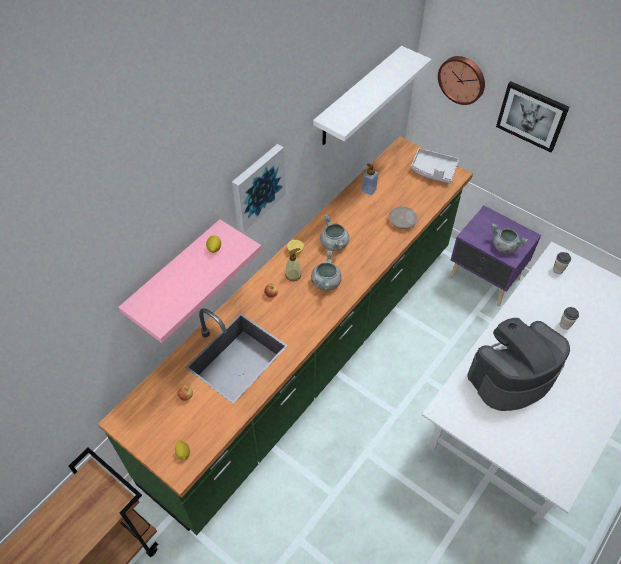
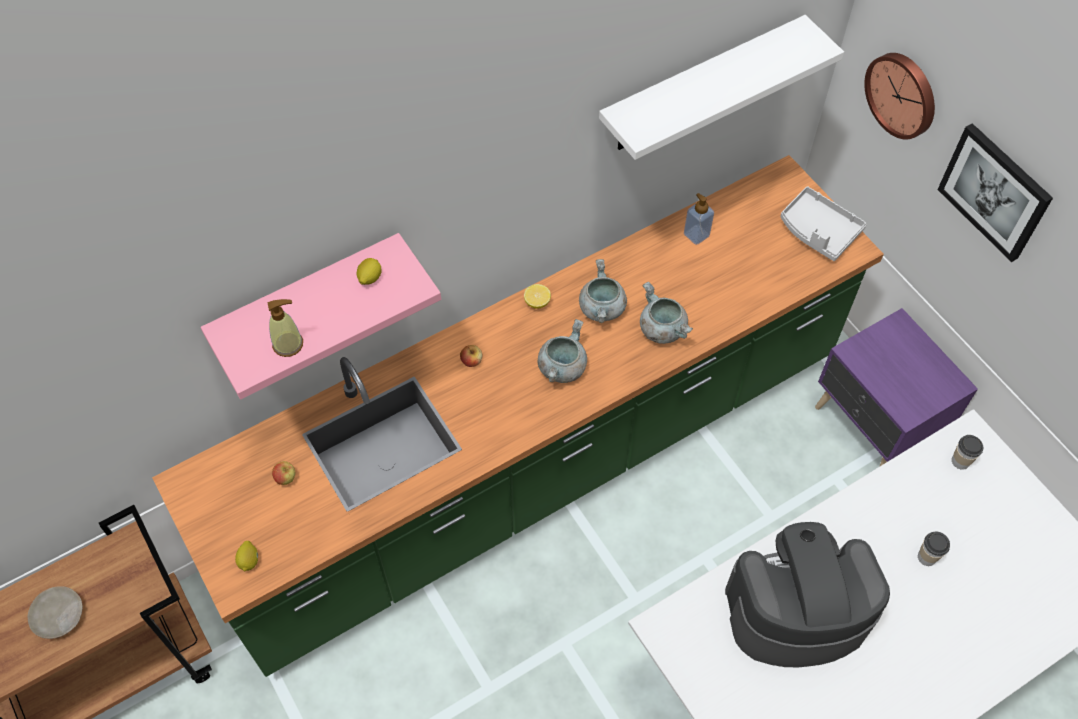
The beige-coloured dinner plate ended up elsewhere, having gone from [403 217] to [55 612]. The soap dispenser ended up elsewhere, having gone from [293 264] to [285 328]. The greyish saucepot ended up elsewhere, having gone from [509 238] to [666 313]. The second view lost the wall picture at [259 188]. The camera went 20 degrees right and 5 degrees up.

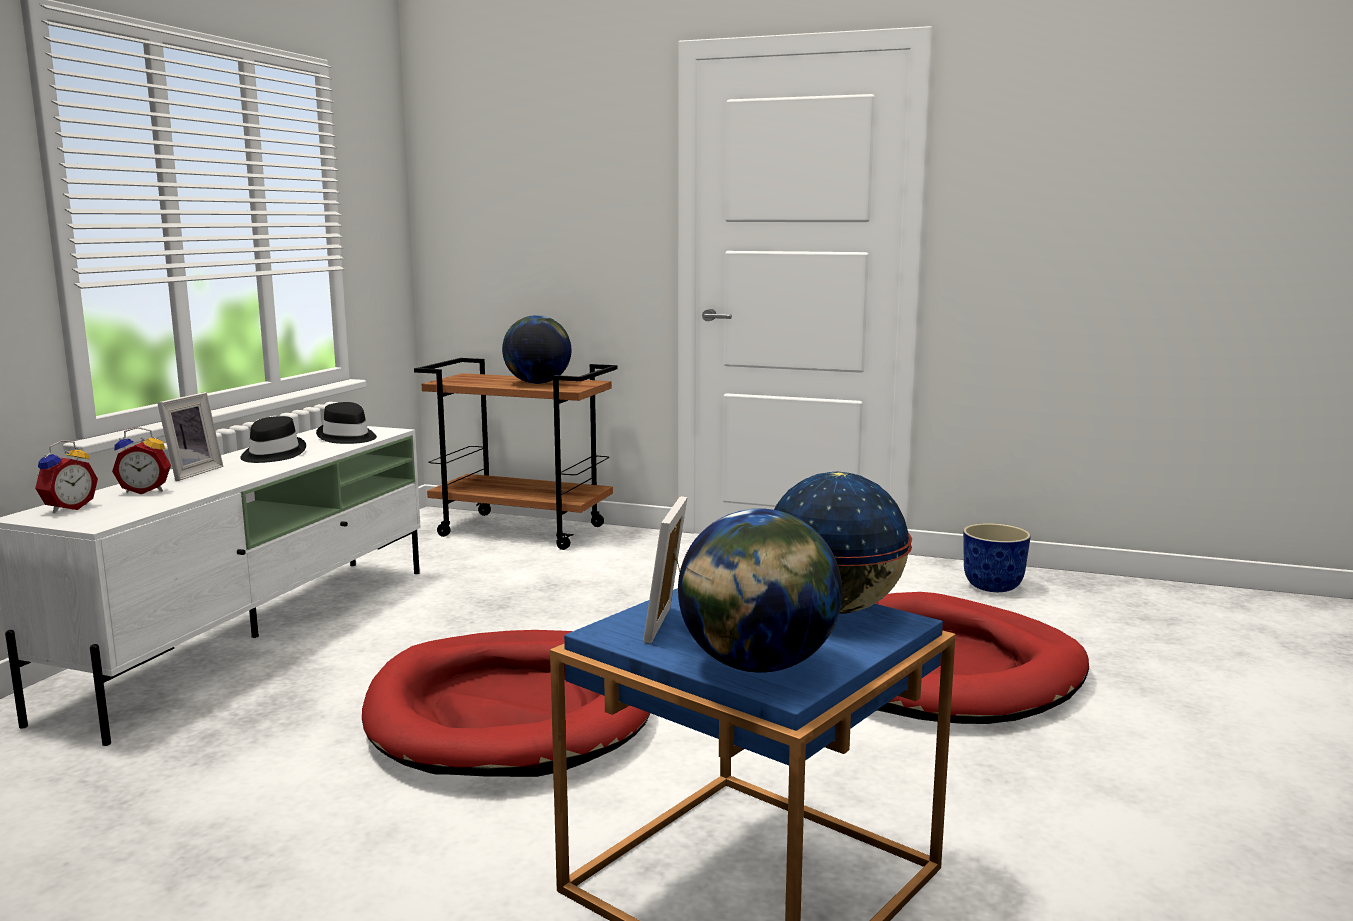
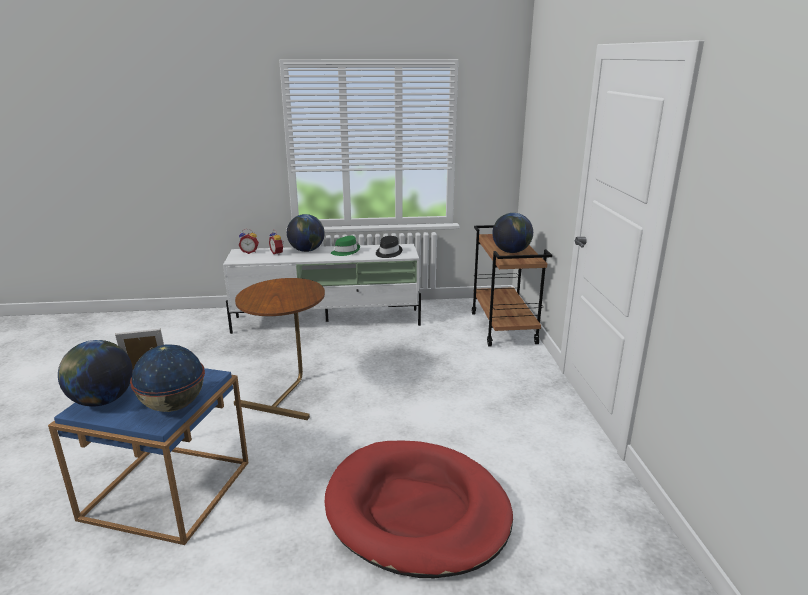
Where the reddish dog cushion stood at [506 703], the brownish side table came to stand at [279 349]. Where the picture frame stood at [190 436], the desk globe came to stand at [306 233]. What was the black wearable hat at [273 439] turned into the greenish wearable hat at [345 246]. The second view lost the plant pot at [997 557]. The camera went 65 degrees right and 10 degrees up.

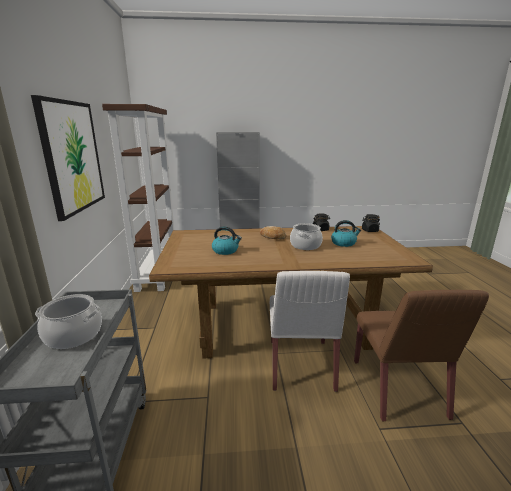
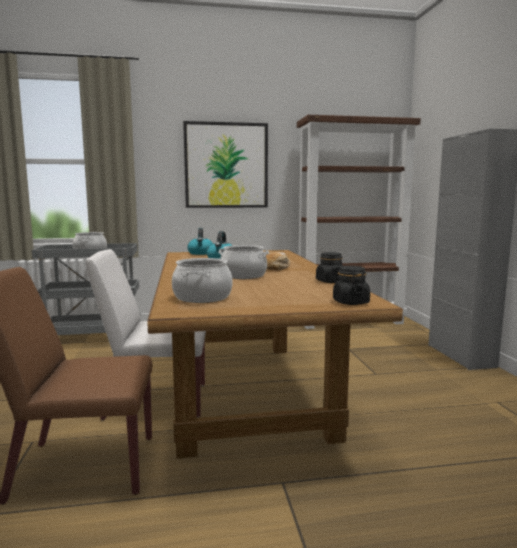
The second view gained the saucepot at [202 280]. The tea kettle ended up elsewhere, having gone from [346 233] to [200 241]. The camera went 85 degrees right and 10 degrees down.

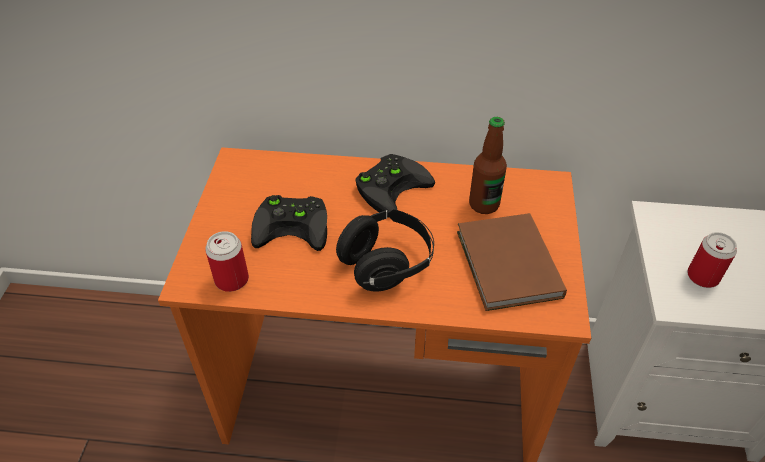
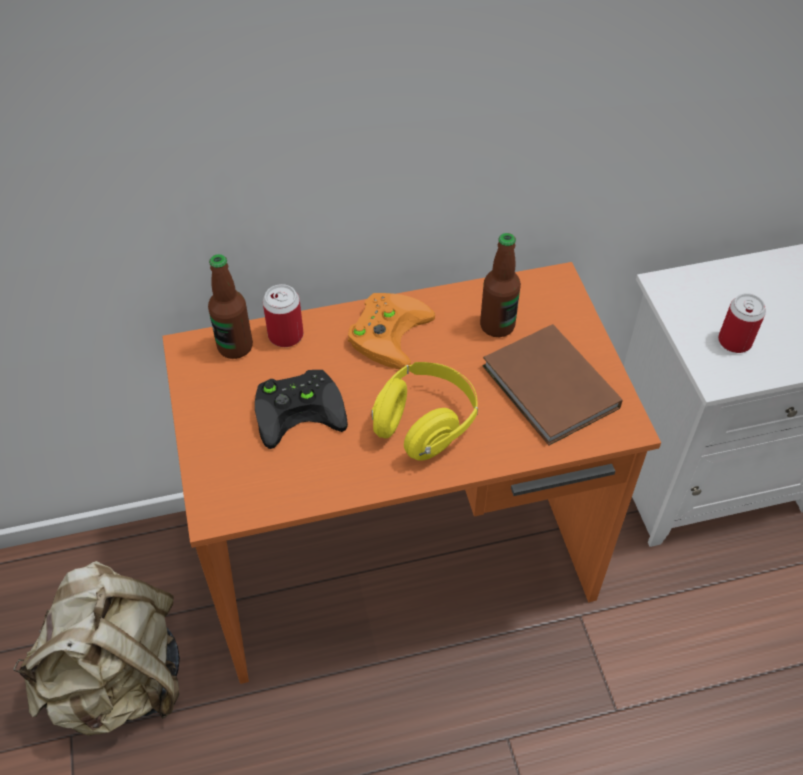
The second view gained the beige-coloured rucksack at [96 648]. The second view gained the drink bottle at [230 306]. The can ended up elsewhere, having gone from [227 261] to [283 315]. What was the black gamepad at [395 183] turned into the orangey gamepad at [391 331]. What was the black pair of headphones at [385 250] turned into the yellow-coloured pair of headphones at [424 411]. The camera went 20 degrees left and 5 degrees up.

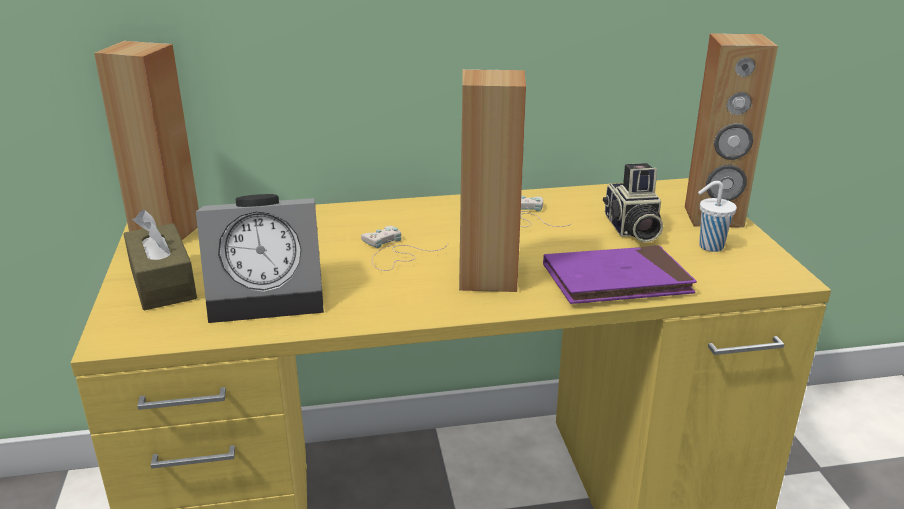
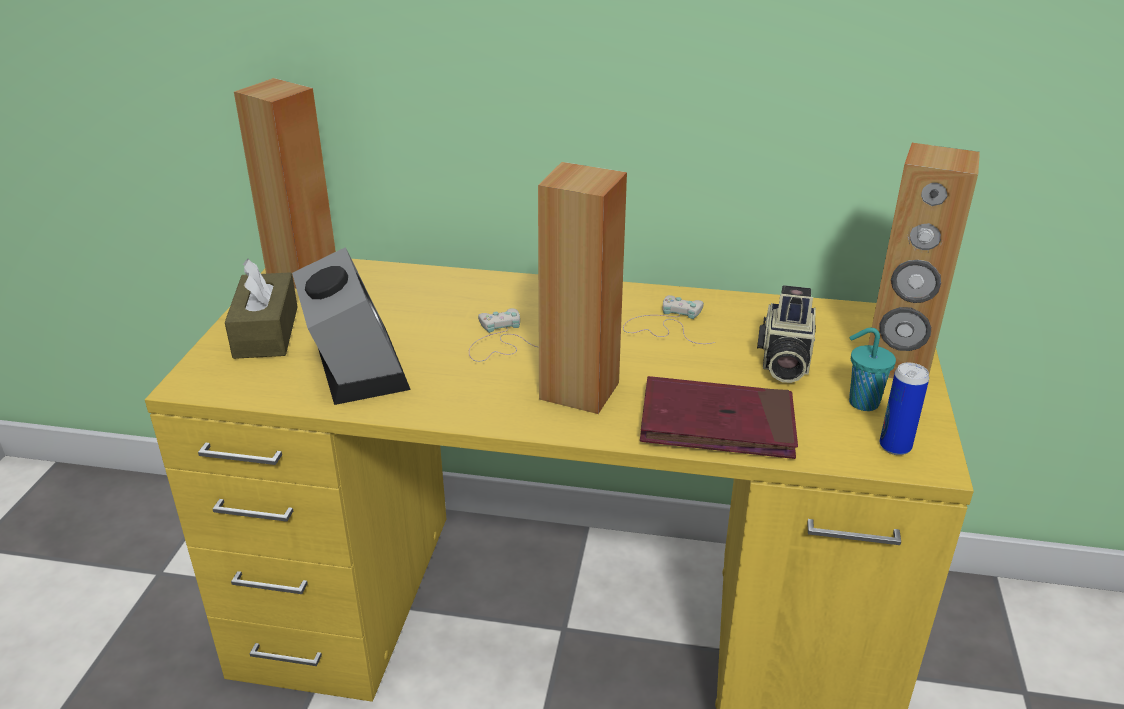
The table clock at [260 258] ended up facing another way, 120 degrees counterclockwise from before. What was the purplish volume at [620 274] turned into the reddish volume at [719 417]. What was the white drinking cup at [717 216] turned into the turquoise drinking cup at [872 369]. The second view gained the can at [904 408]. The camera went 20 degrees right and 5 degrees up.

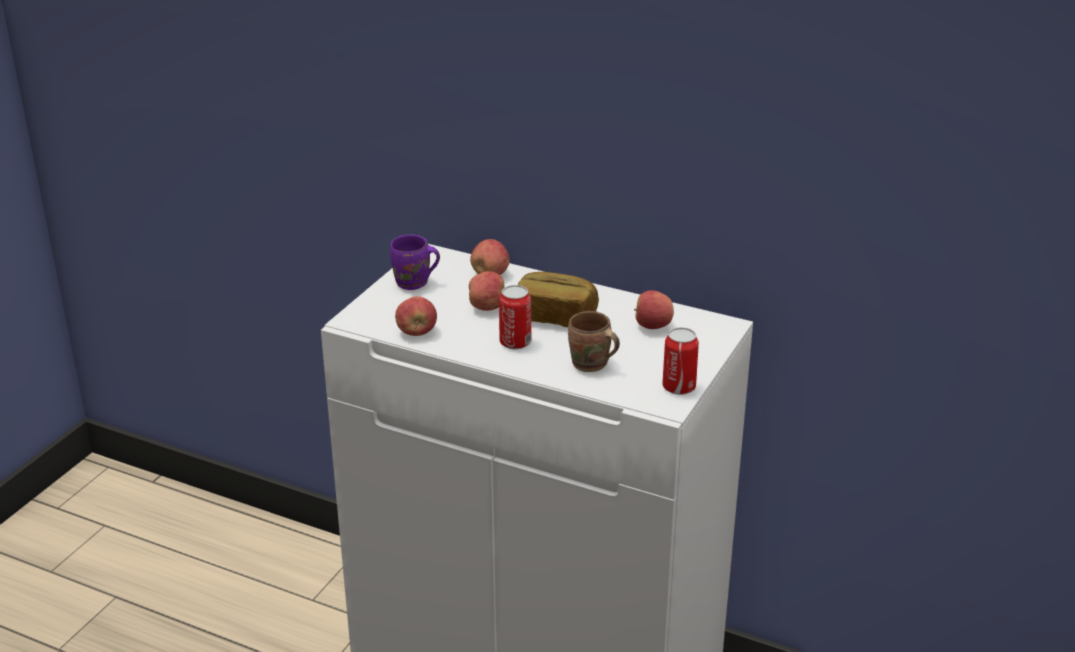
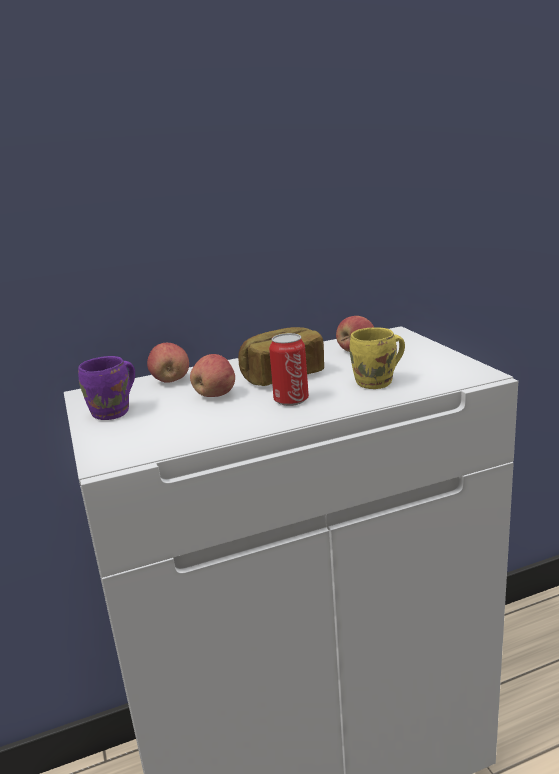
What was the brownish tea mug at [594 341] turned into the yellow-coloured tea mug at [377 358]. The second view lost the apple fruit at [416 316]. The second view lost the can at [680 361]. The camera went 45 degrees left and 10 degrees down.

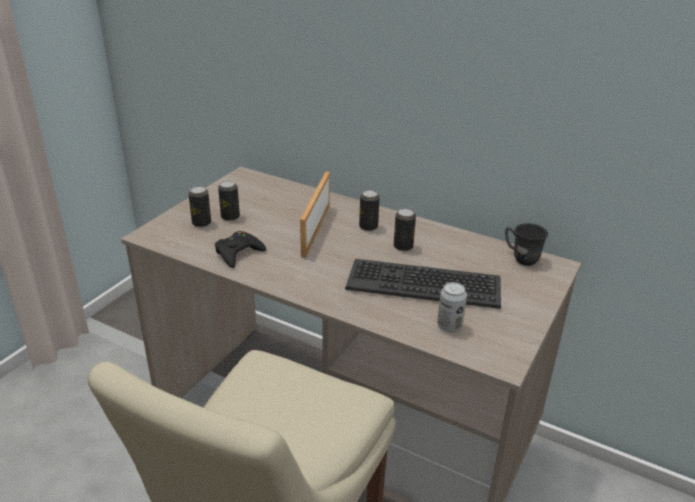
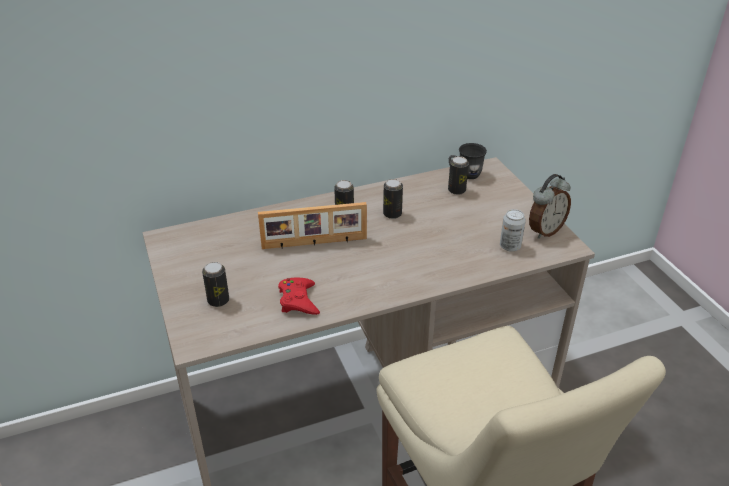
The picture frame at [315 214] ended up facing another way, 60 degrees counterclockwise from before. What was the black gamepad at [240 249] turned into the reddish gamepad at [299 296]. The can ended up elsewhere, having gone from [229 201] to [458 175]. The second view gained the table clock at [550 206]. The second view lost the PC keyboard at [423 284]. The camera went 50 degrees left and 5 degrees up.

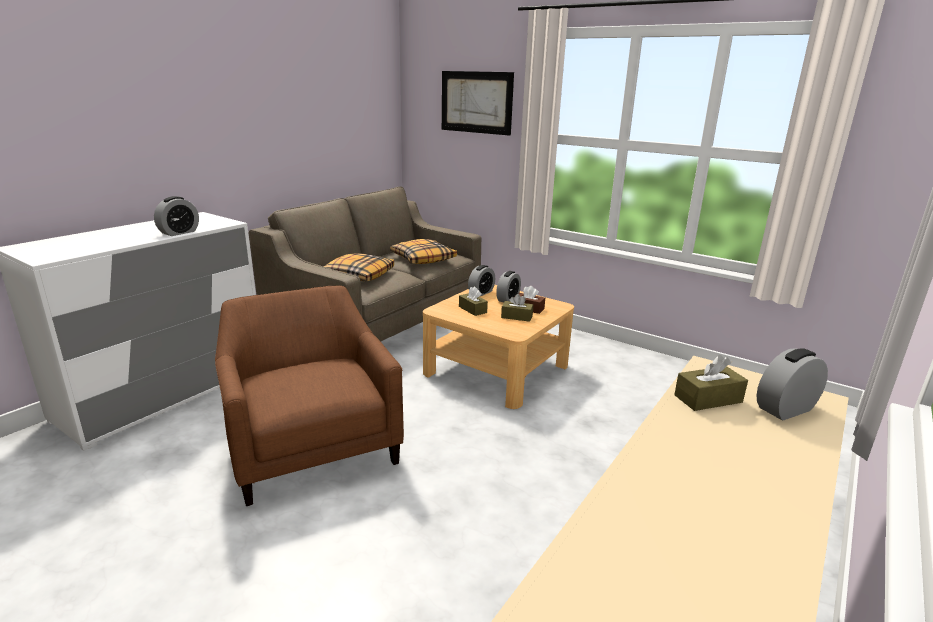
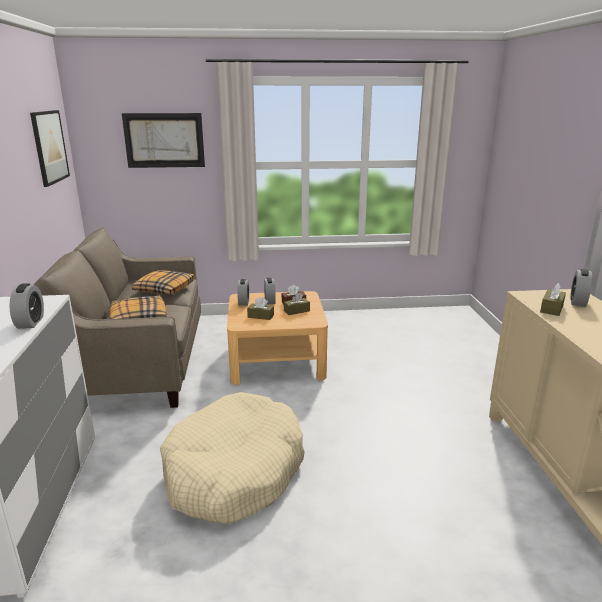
The second view gained the wall picture at [50 148]. Where the brownish armchair stood at [309 396], the beige-coloured dog cushion came to stand at [232 457]. The camera went 40 degrees left and 0 degrees up.

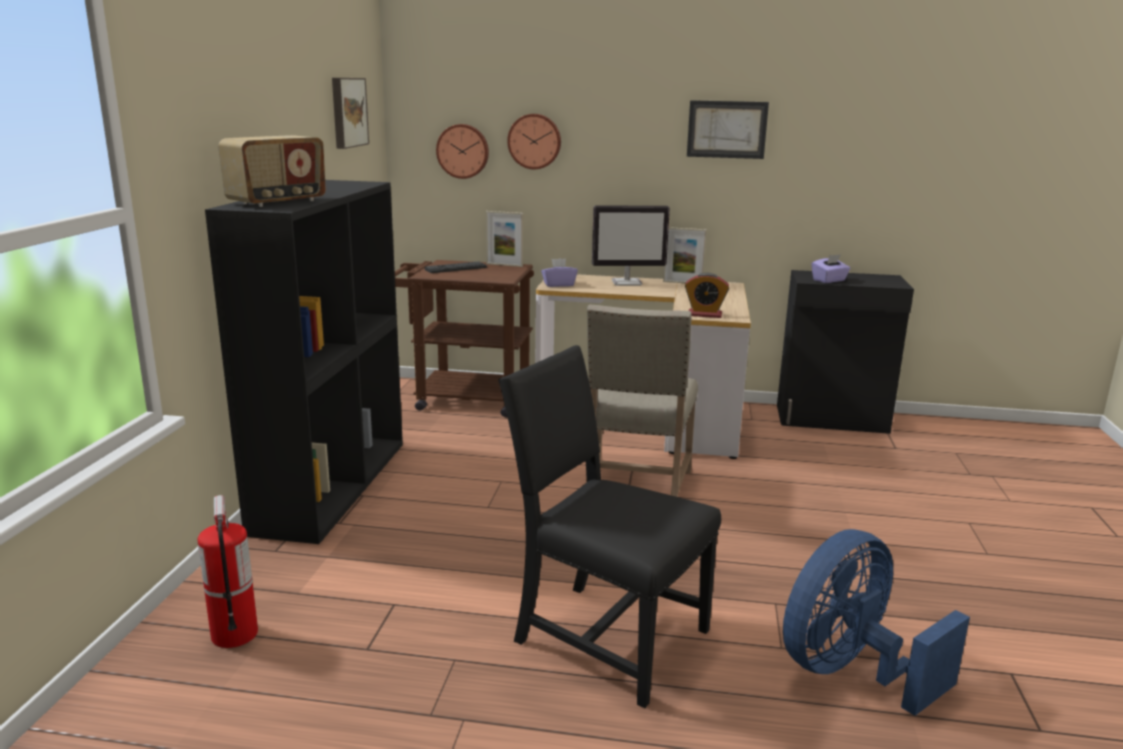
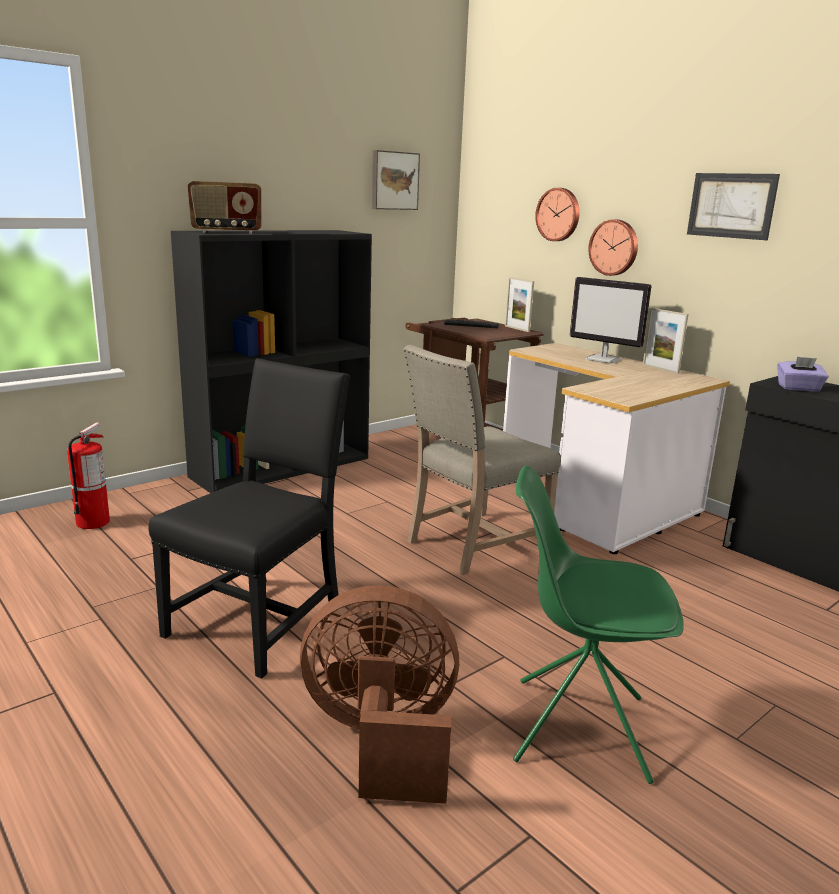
The black plain chair at [609 526] ended up facing another way, 45 degrees clockwise from before. What was the bluish fan at [876 622] turned into the brownish fan at [379 694]. The second view gained the greenish plain chair at [598 624]. The clock on the wall ended up elsewhere, having gone from [462 151] to [613 247]. The second view lost the purplish box of tissues at [559 272]. The second view lost the table clock at [707 295]. The camera went 40 degrees right and 0 degrees up.

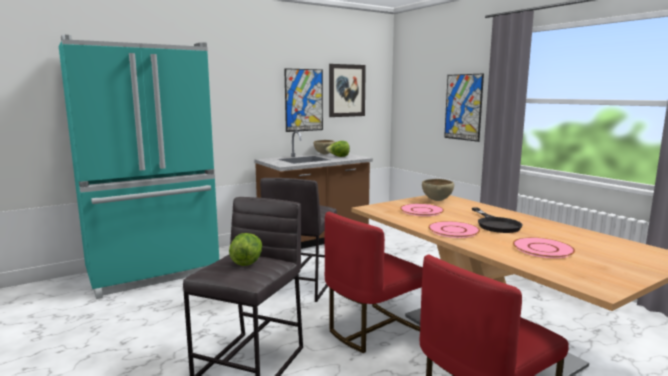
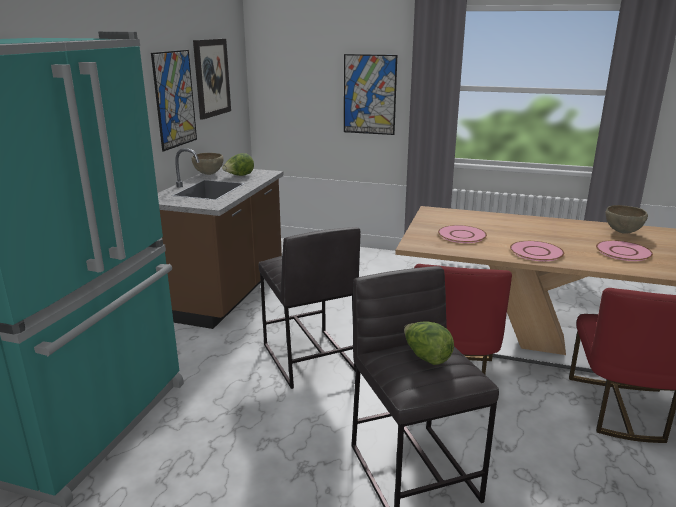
The brownish deep dish ended up elsewhere, having gone from [438 190] to [627 219]. The second view lost the black pan at [497 220]. The camera went 40 degrees left and 10 degrees up.

